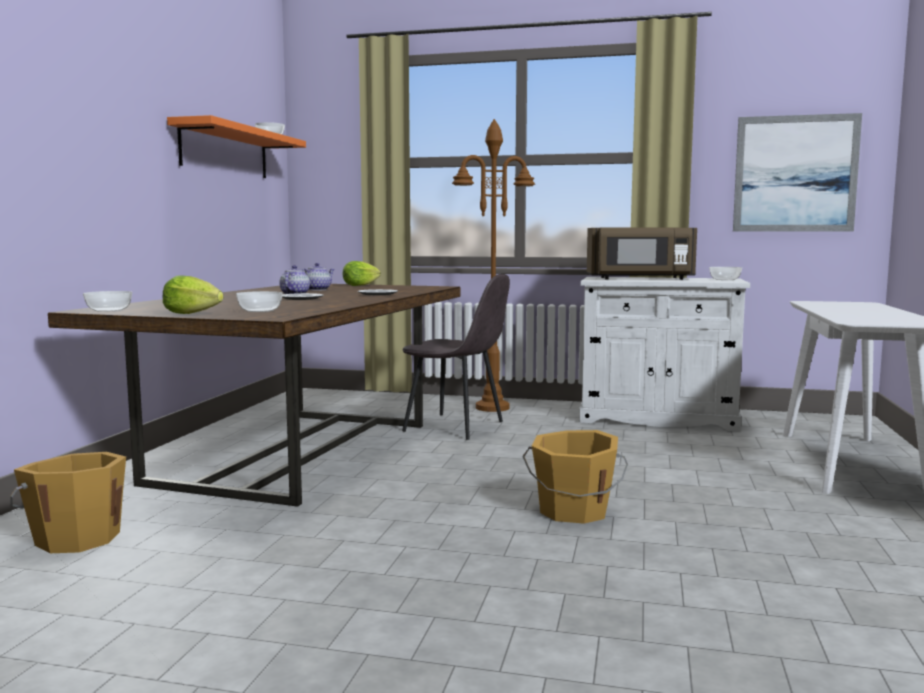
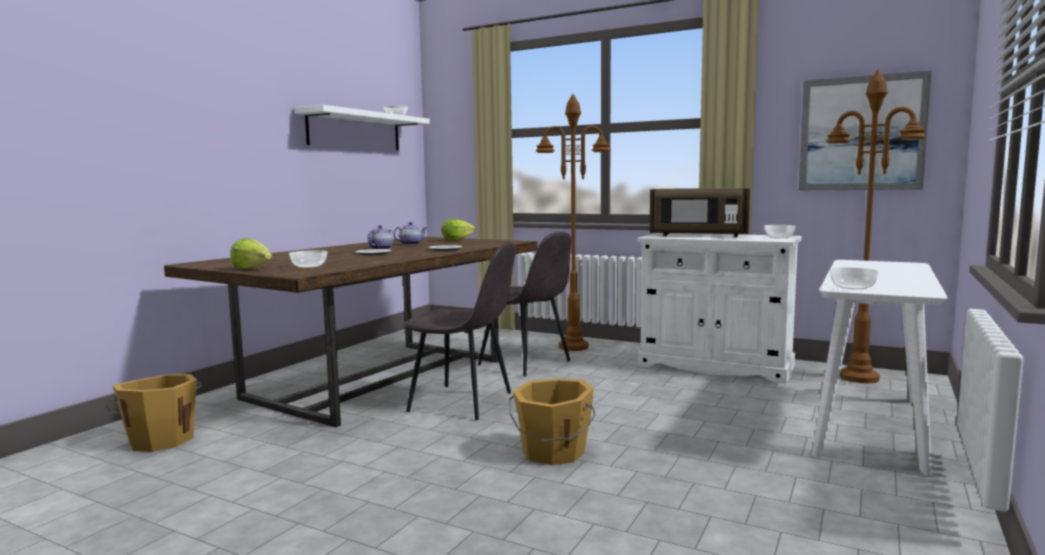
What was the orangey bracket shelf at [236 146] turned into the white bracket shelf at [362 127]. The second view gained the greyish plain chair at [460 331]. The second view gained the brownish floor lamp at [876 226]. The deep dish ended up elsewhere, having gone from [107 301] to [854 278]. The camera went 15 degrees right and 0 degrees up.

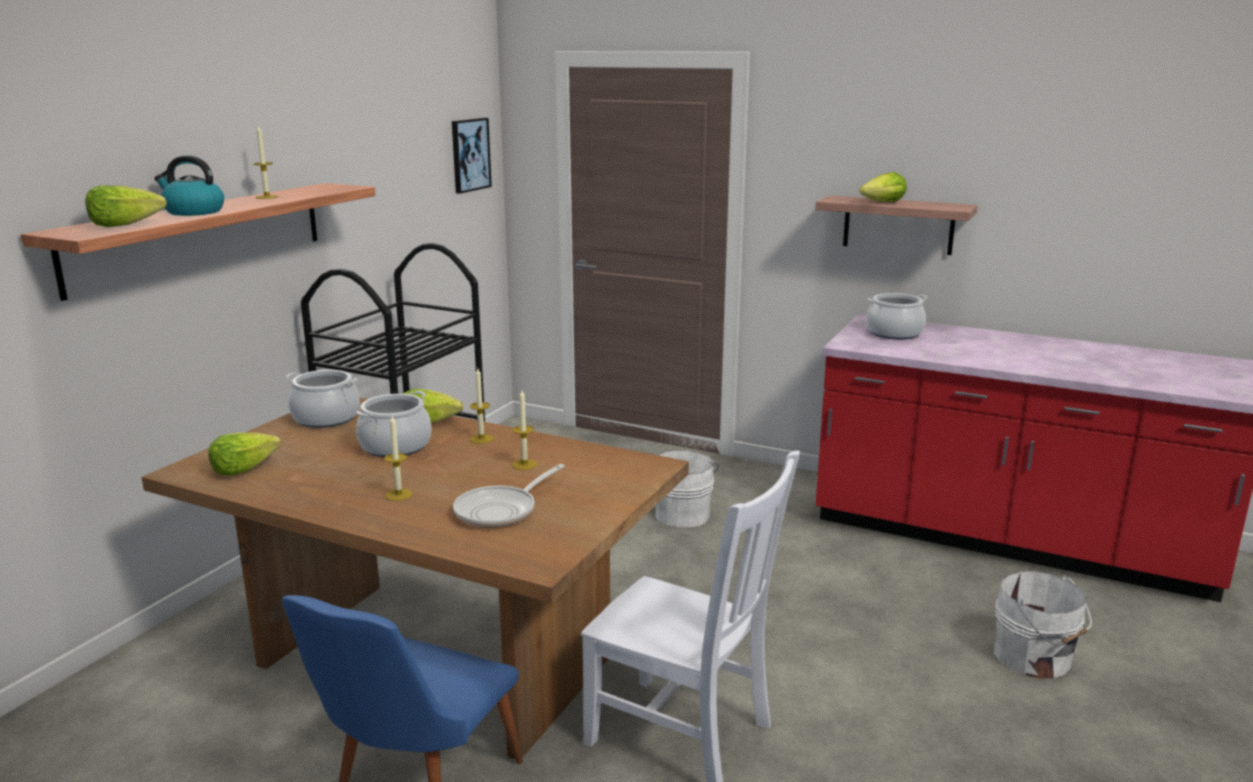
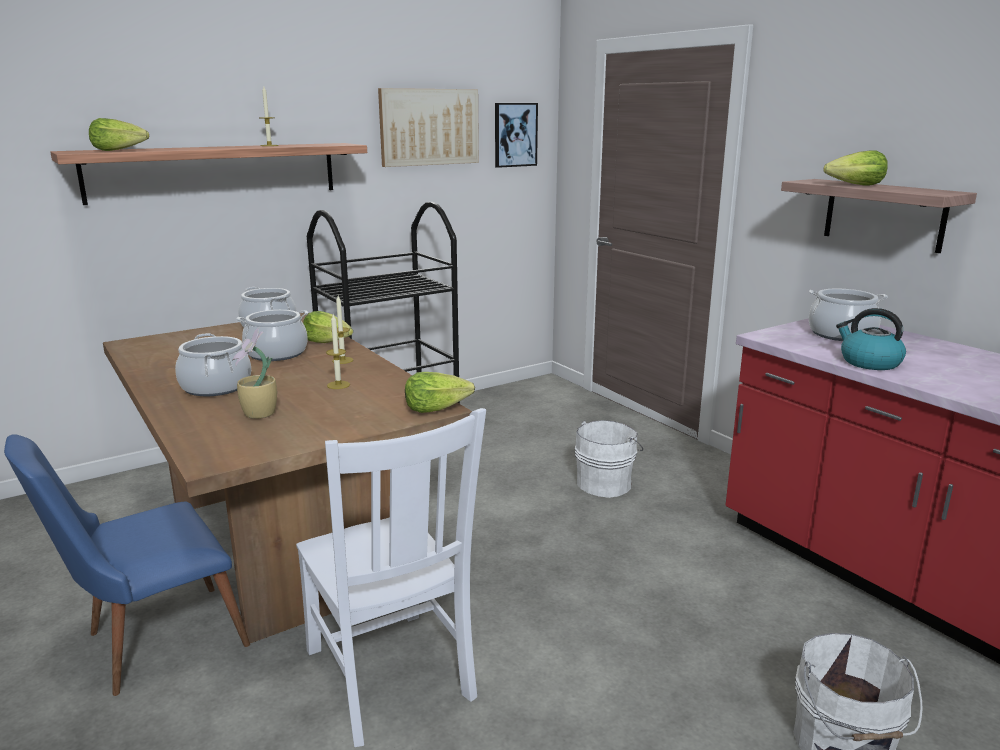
Where the candle stood at [398 458], the saucepot came to stand at [213 364]. Where the pan stood at [509 496], the potted plant came to stand at [254 373]. The second view gained the wall picture at [428 127]. The head of lettuce ended up elsewhere, having gone from [244 454] to [440 392]. The tea kettle ended up elsewhere, having gone from [189 185] to [871 339]. The camera went 30 degrees right and 0 degrees up.

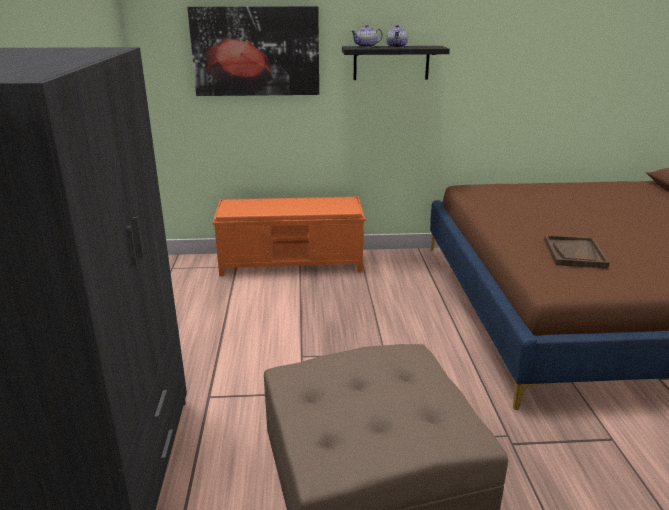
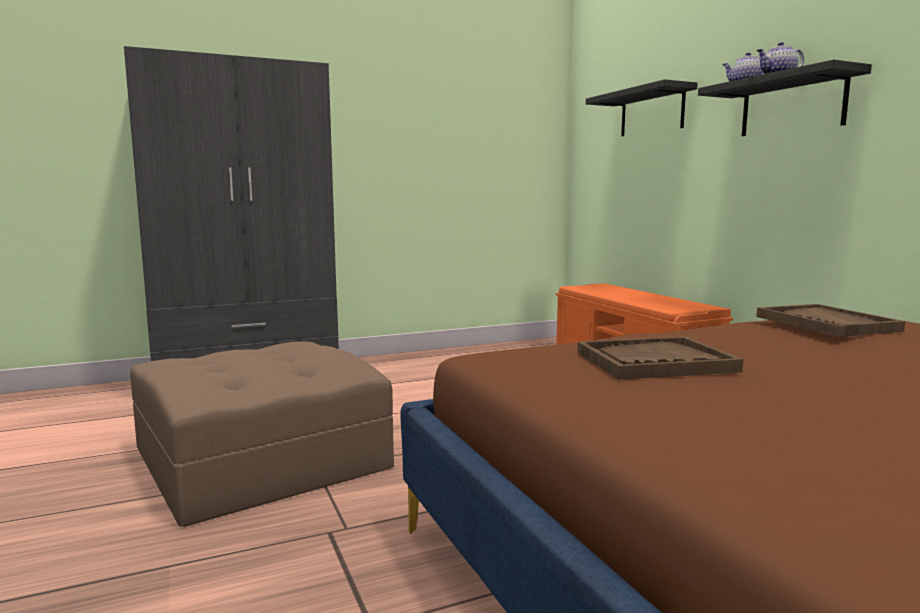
Where the wall picture hung at [253 51], the black bracket shelf came to hang at [642 107]. The second view gained the brownish carrying tray at [830 320]. The camera went 70 degrees right and 15 degrees down.

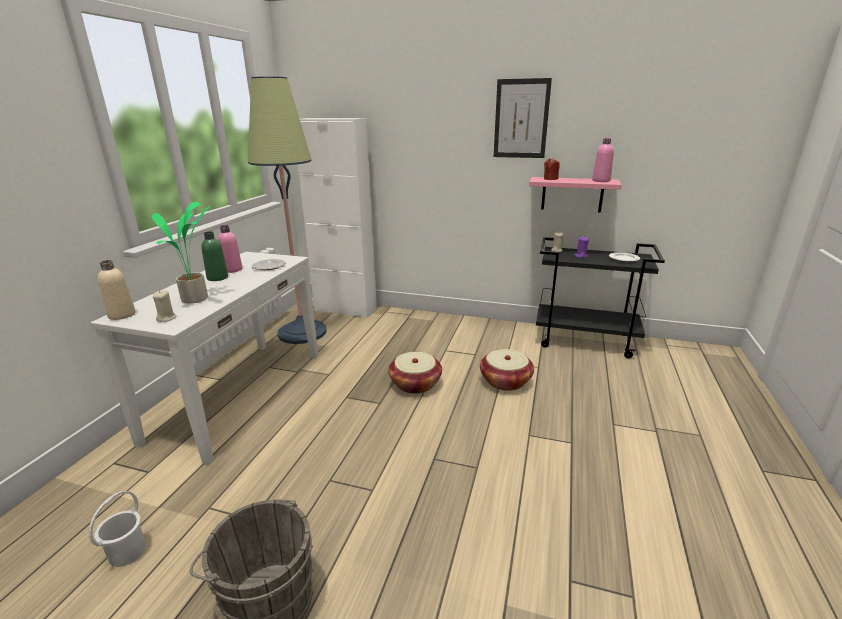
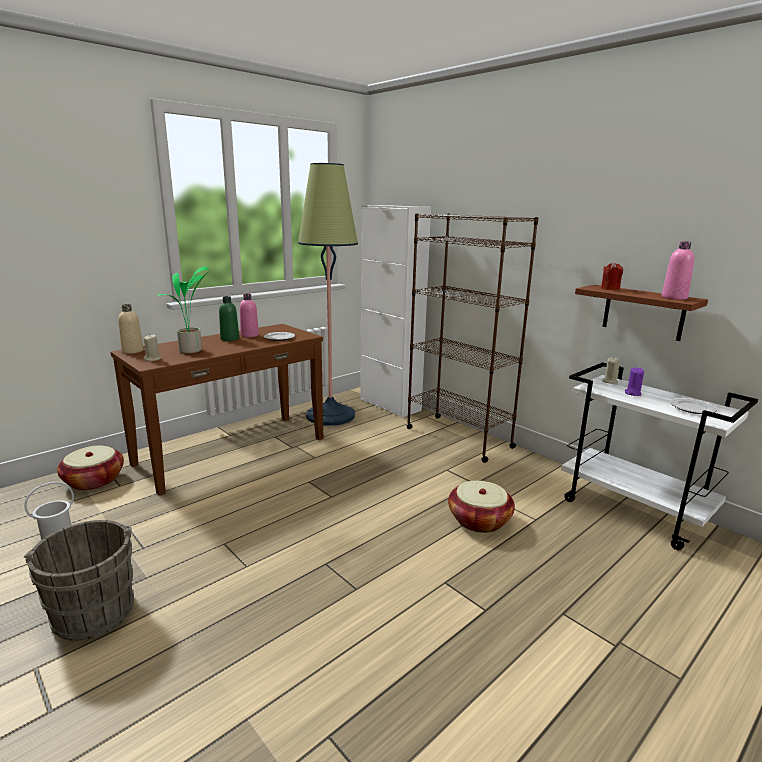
The basket ended up elsewhere, having gone from [415 373] to [90 468]. What was the white console table at [204 358] turned into the brownish console table at [216 409]. The second view gained the brownish bookshelf at [472 338]. What was the black trolley at [600 297] turned into the white trolley at [659 456]. What was the pinkish bracket shelf at [575 194] turned into the brownish bracket shelf at [641 313]. The second view lost the wall picture at [523 118]. The camera went 30 degrees right and 5 degrees down.

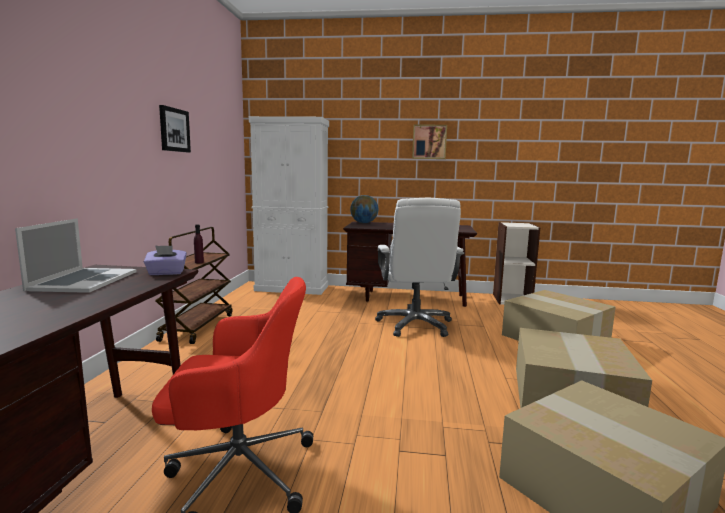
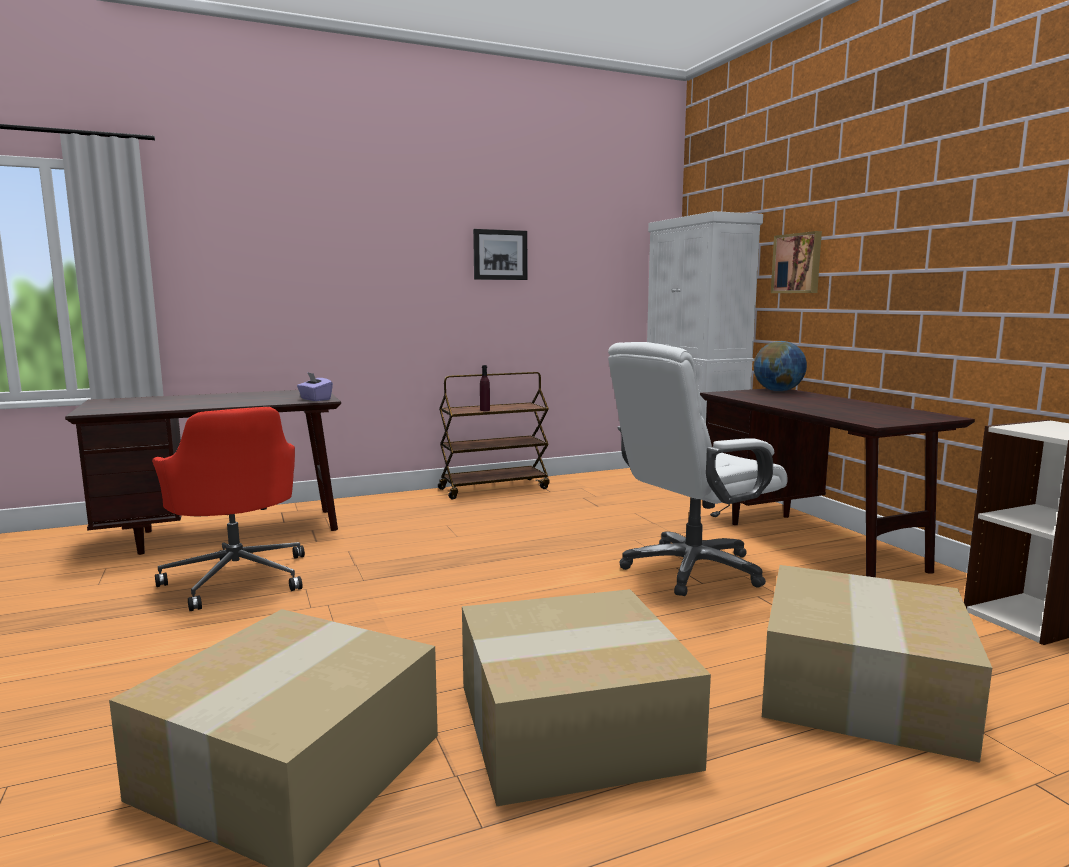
The wall picture ended up elsewhere, having gone from [429 141] to [796 262]. The second view lost the notebook computer at [75 255]. The camera went 60 degrees right and 0 degrees up.

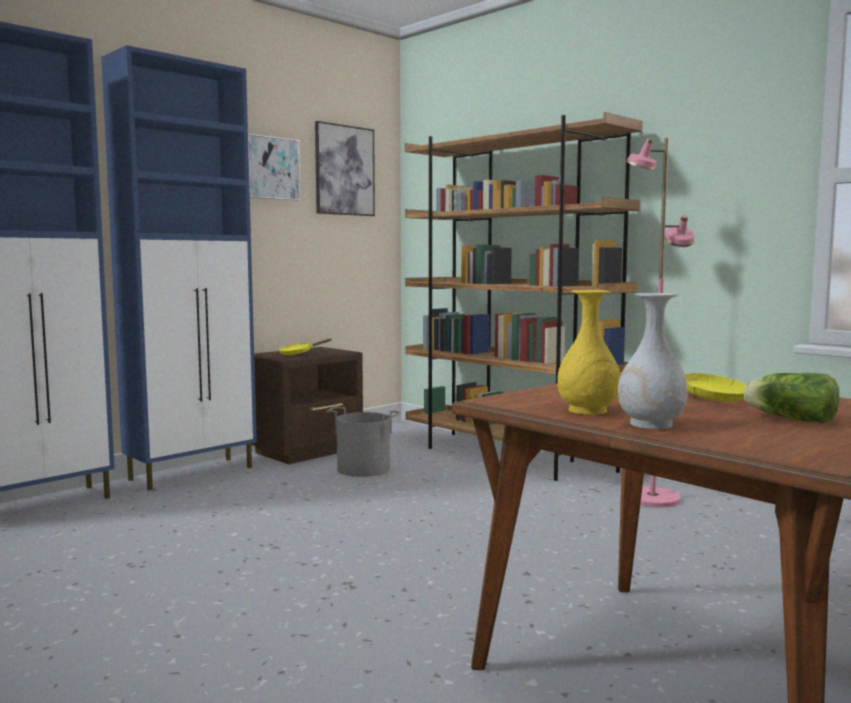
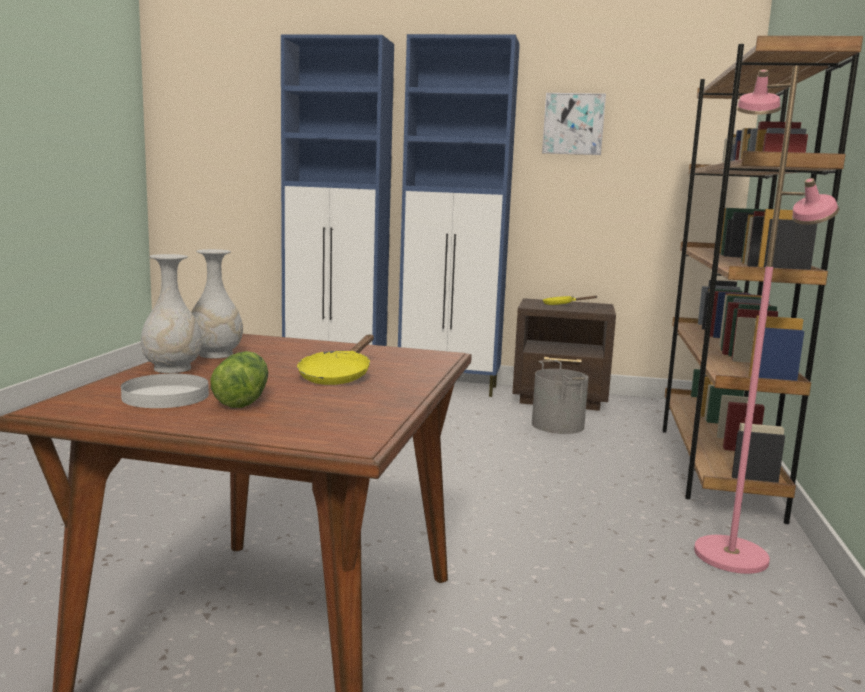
The second view gained the white dinner plate at [165 391]. What was the yellow-coloured decorative vase at [588 352] turned into the white decorative vase at [217 304]. The second view lost the wall picture at [345 168]. The camera went 55 degrees right and 5 degrees up.

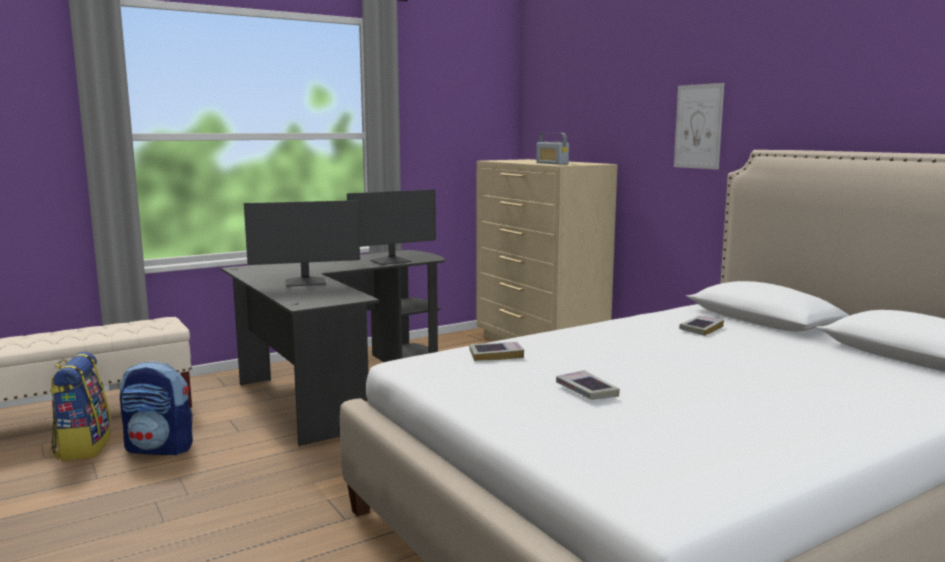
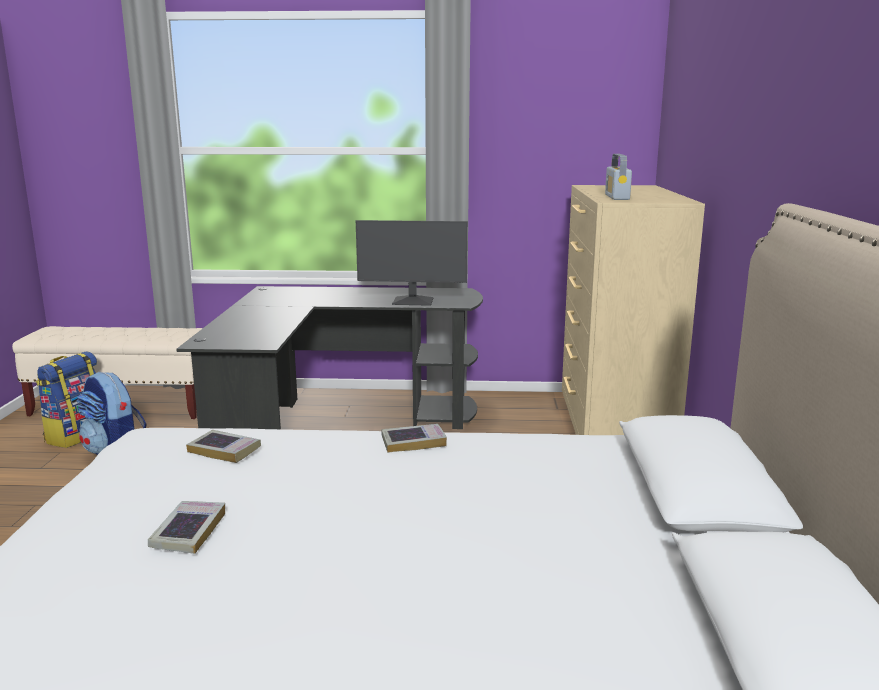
The volume ended up elsewhere, having gone from [701 326] to [414 438]. The second view lost the monitor at [302 243]. The second view lost the wall picture at [699 126]. The camera went 35 degrees right and 5 degrees up.

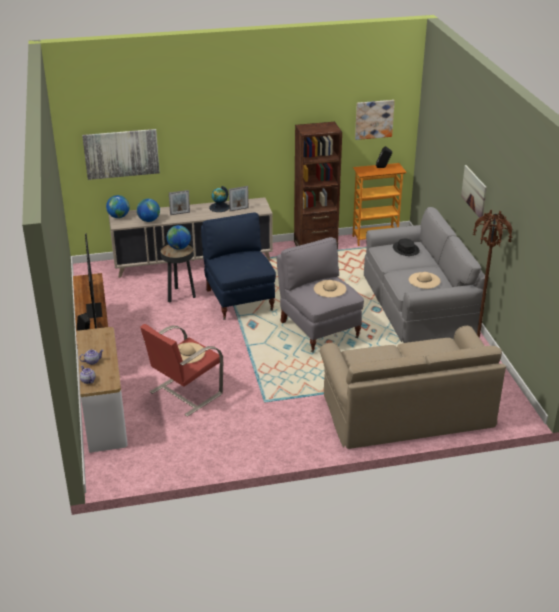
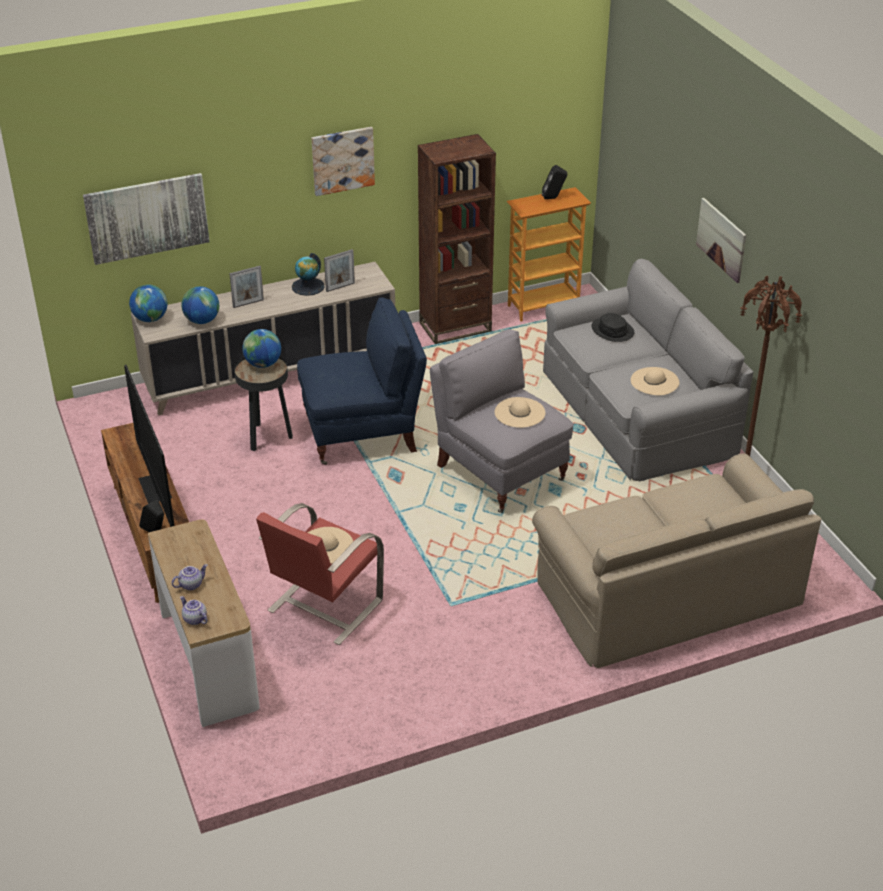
The bluish armchair at [238 266] ended up facing another way, 105 degrees clockwise from before. The wall picture ended up elsewhere, having gone from [375 120] to [343 161]. The camera went 10 degrees left and 5 degrees up.

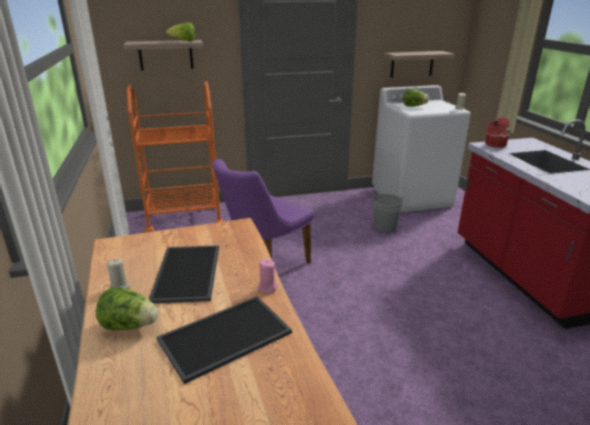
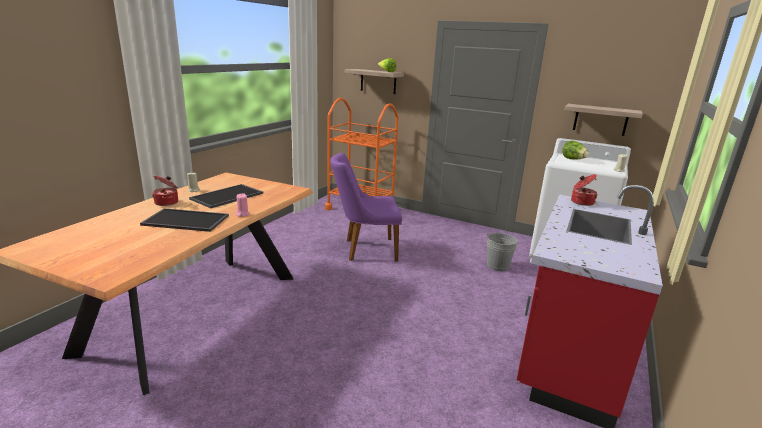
Where the head of lettuce stood at [127 308], the saucepot came to stand at [165 190]. The camera went 40 degrees right and 5 degrees down.

